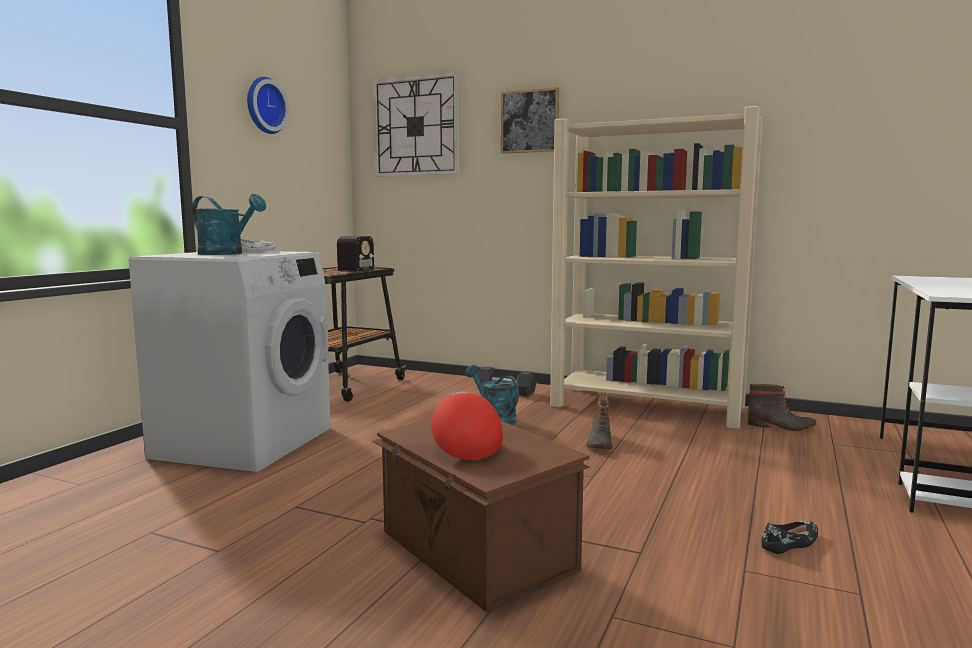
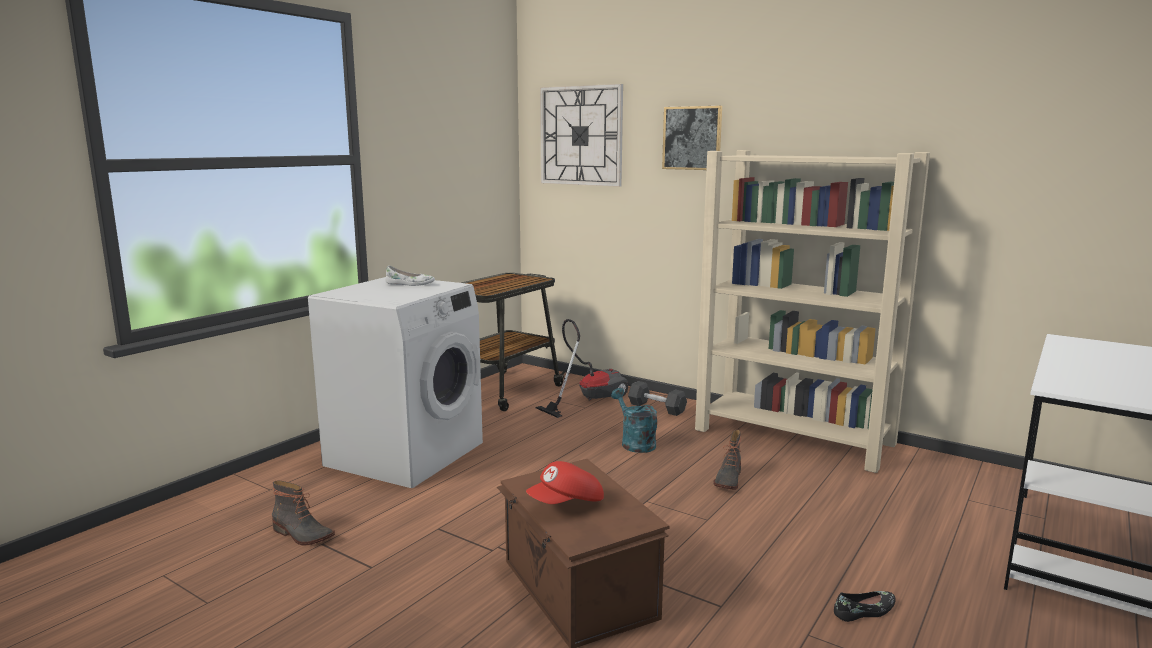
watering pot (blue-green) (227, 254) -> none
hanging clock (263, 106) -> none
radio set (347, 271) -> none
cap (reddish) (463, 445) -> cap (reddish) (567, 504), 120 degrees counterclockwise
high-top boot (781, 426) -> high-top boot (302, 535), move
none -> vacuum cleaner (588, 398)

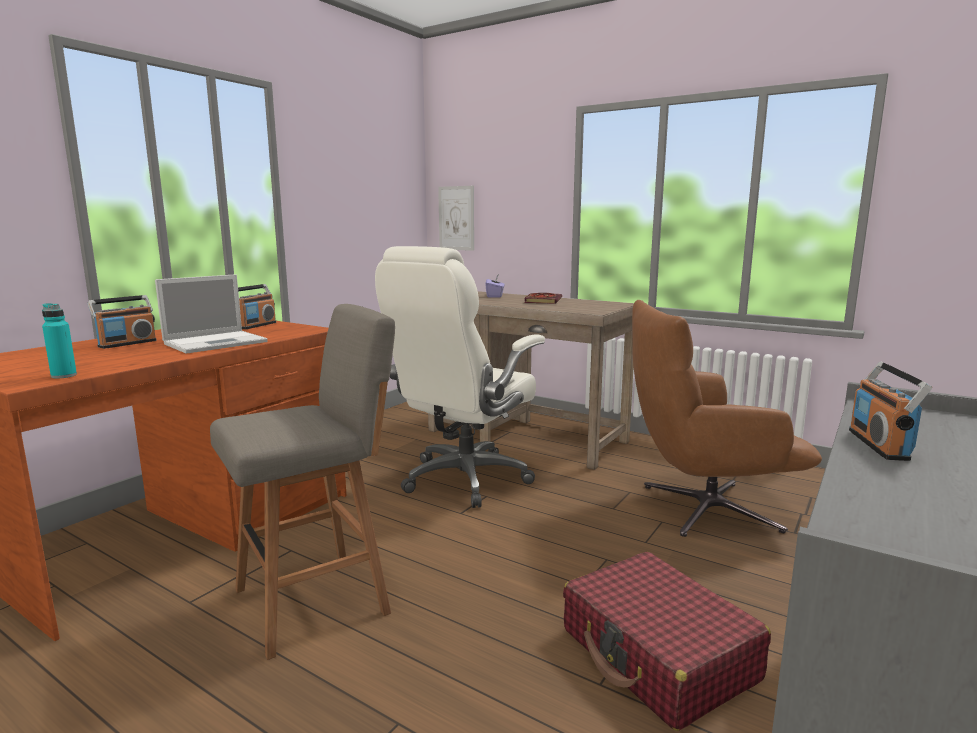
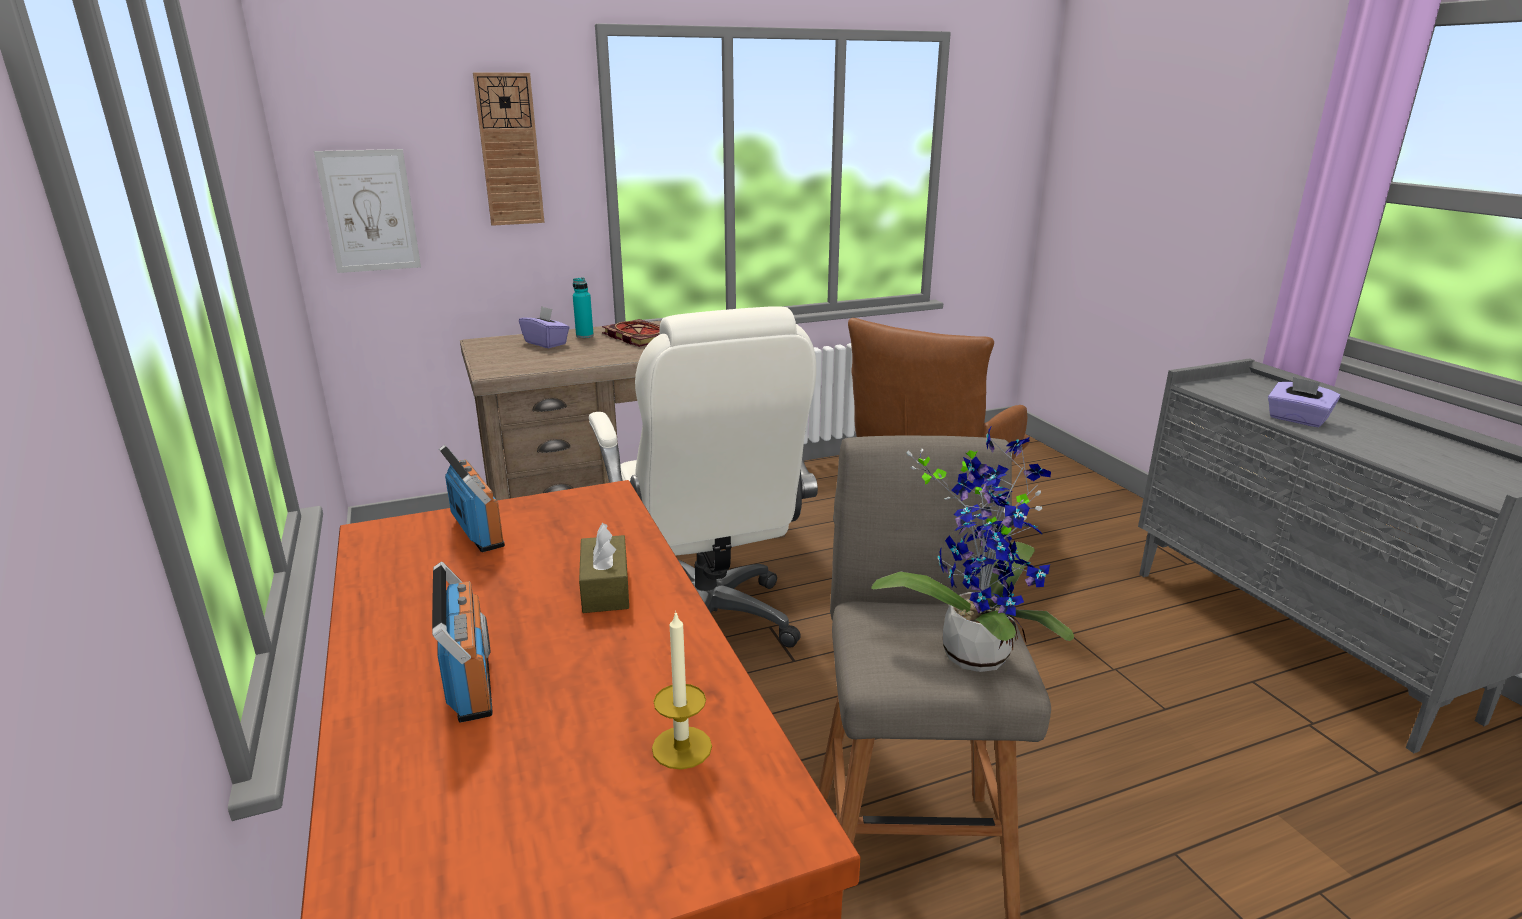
drink bottle (blue-green) (64, 376) -> drink bottle (blue-green) (584, 336), move
notebook computer (217, 342) -> tissue box (brown-coloured) (605, 588)
suitcase (reddish) (658, 655) -> none
radio set (879, 445) -> tissue box (purple-coloured) (1297, 419)
none -> hanging clock (509, 150)
none -> wax candle (682, 747)
none -> potted plant (975, 649)

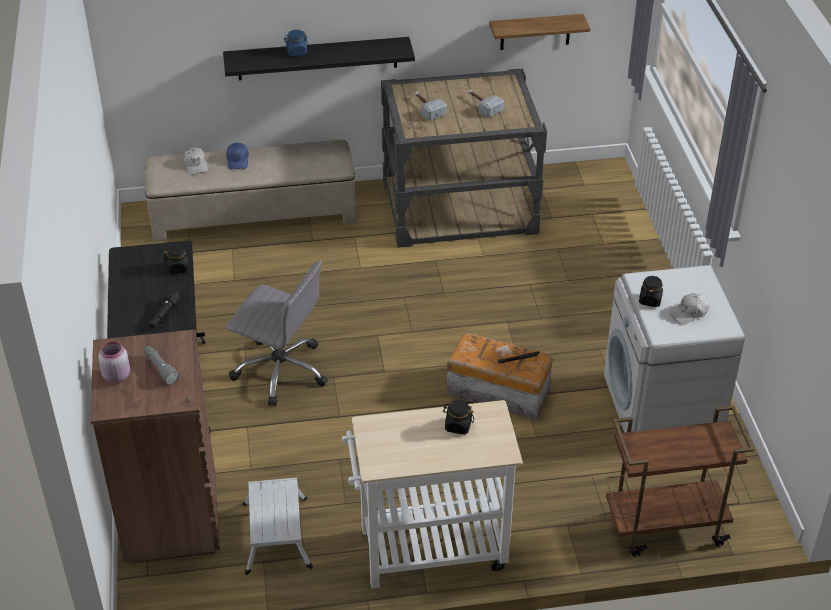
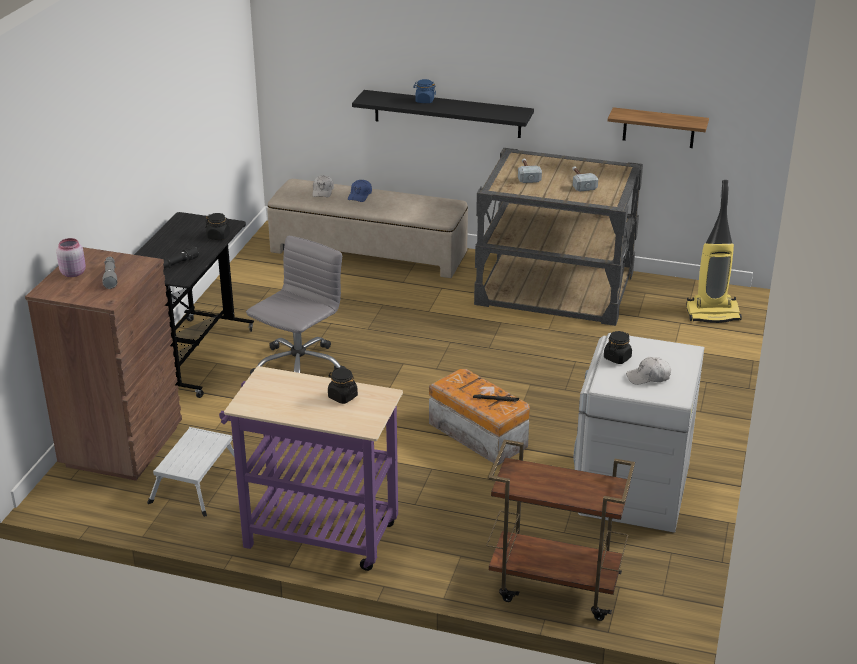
office chair (grey) (281, 371) -> office chair (grey) (299, 367), 105 degrees counterclockwise
cart (white) (430, 550) -> cart (purple-coloured) (318, 535)
none -> vacuum cleaner (713, 313)

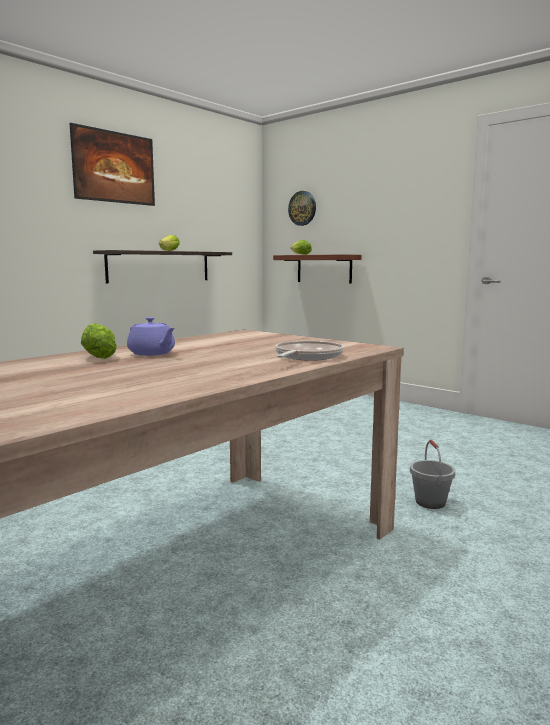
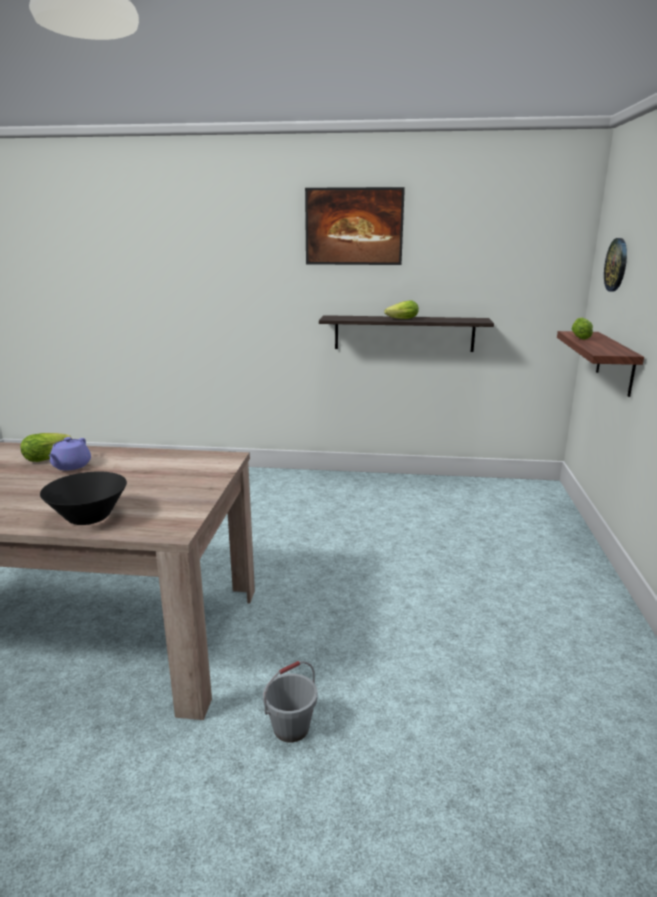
skillet (306, 357) -> bowl (black-coloured) (88, 517)

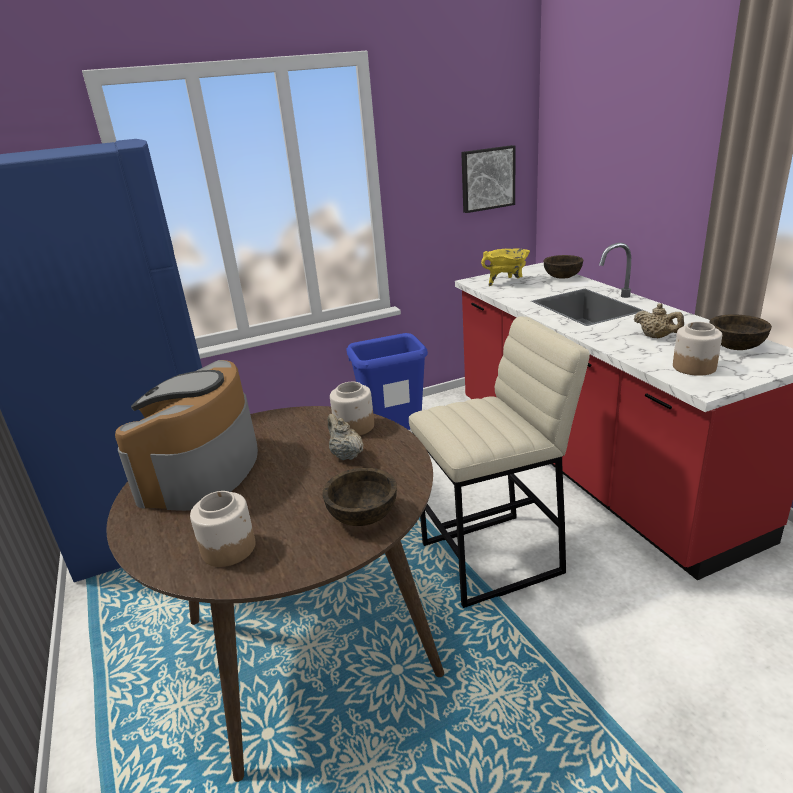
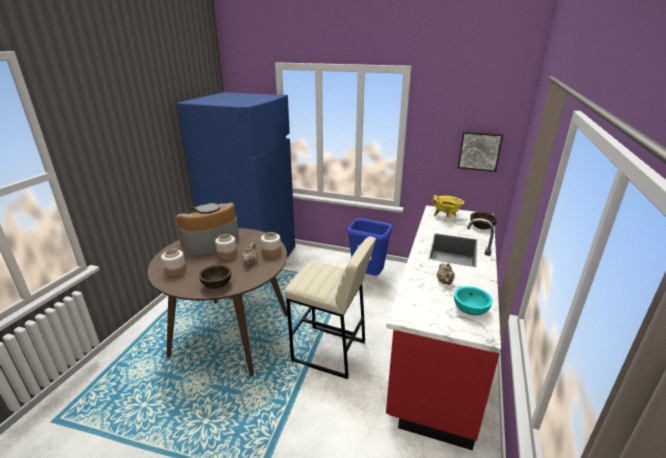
preserve jar (693, 367) -> preserve jar (227, 255), move
bowl (brown-coloured) (735, 346) -> bowl (blue-green) (470, 310)

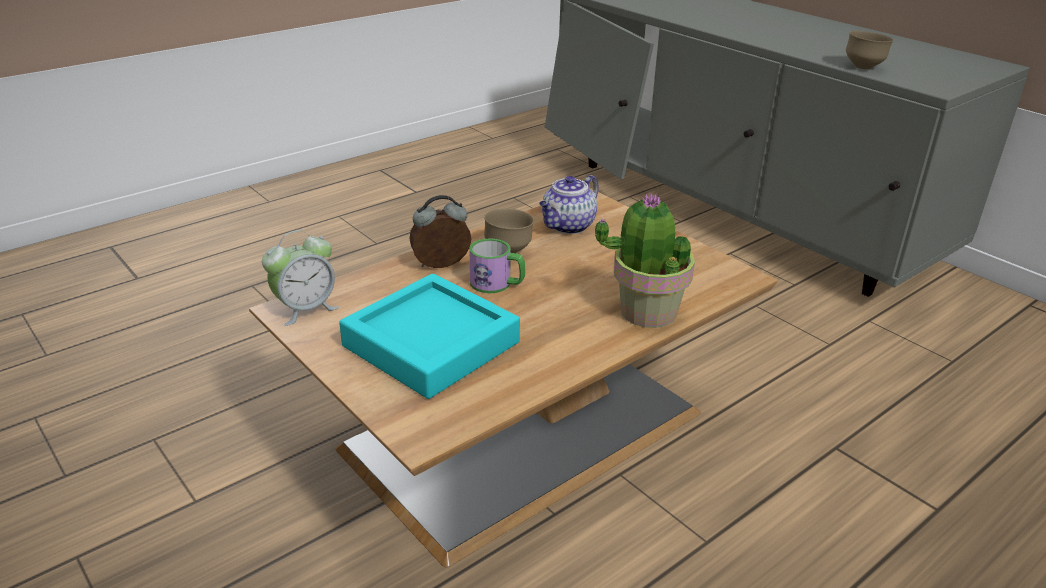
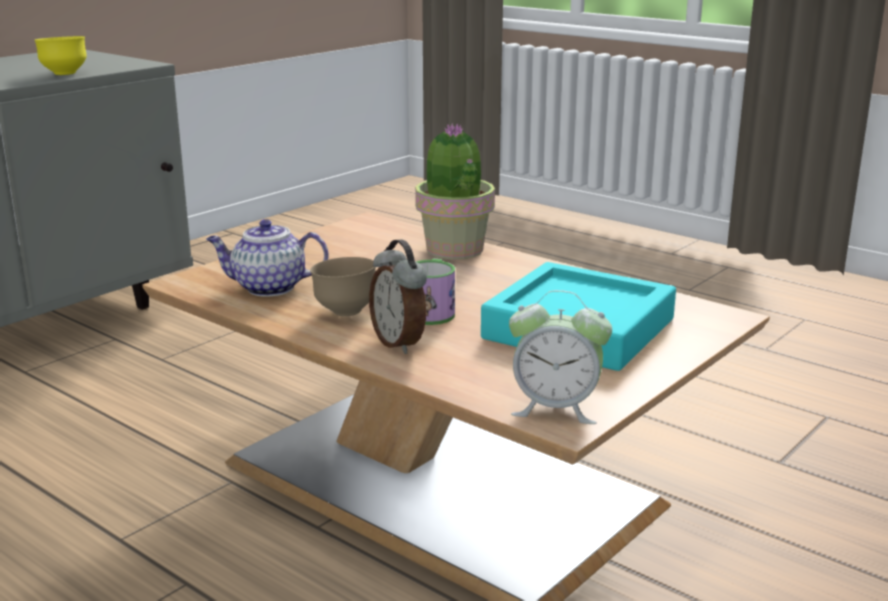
bedside clock (305, 309) -> bedside clock (556, 408), 150 degrees clockwise
tea pot (568, 226) -> tea pot (268, 288), 150 degrees clockwise
bowl (brown-coloured) (864, 67) -> bowl (yellow) (64, 74)

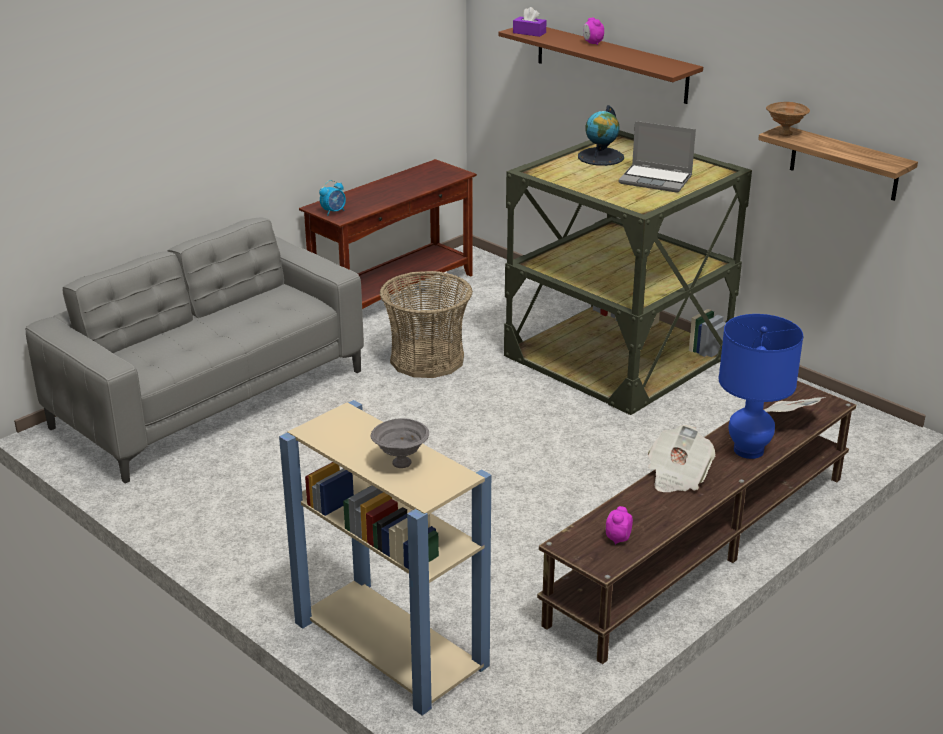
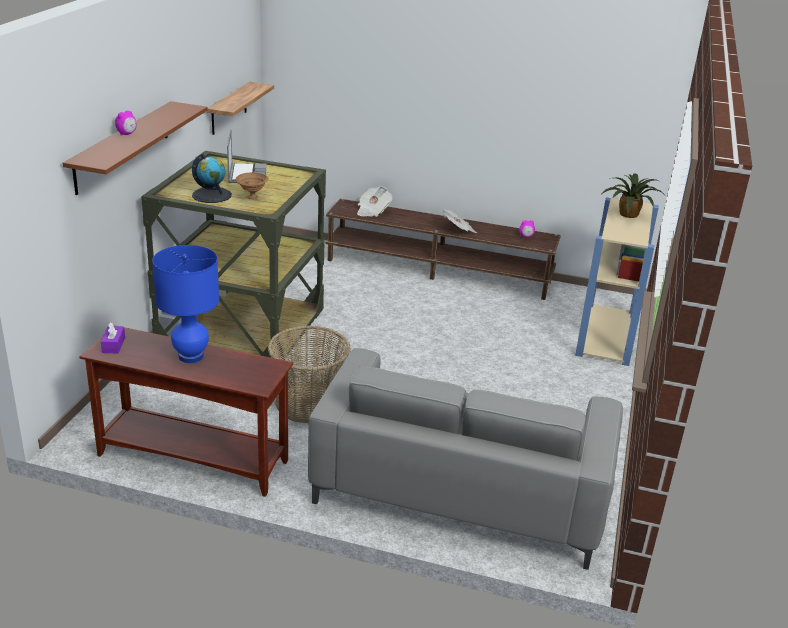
bedside clock (334, 212) -> none
bowl (grey) (400, 463) -> potted plant (629, 215)
tissue box (purple-coloured) (529, 33) -> tissue box (purple-coloured) (113, 345), move
table lamp (blue) (748, 450) -> table lamp (blue) (191, 356), move
bowl (brown-coloured) (784, 133) -> bowl (brown-coloured) (252, 197), move

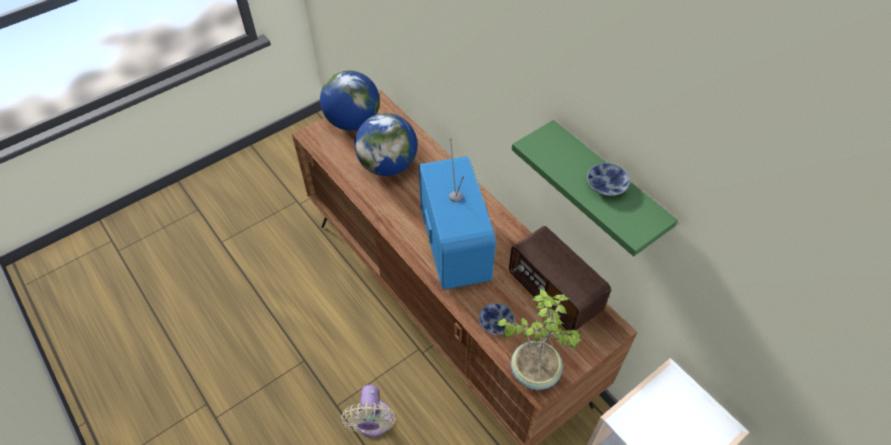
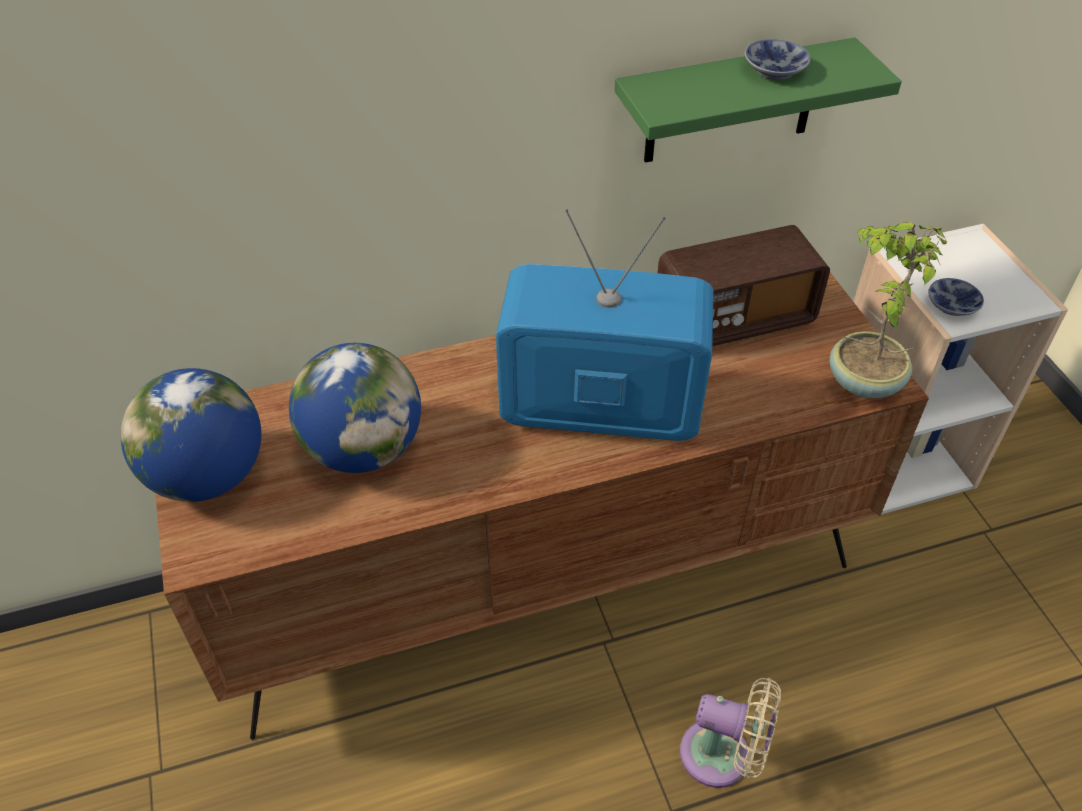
bowl (494, 323) -> bowl (953, 307), move

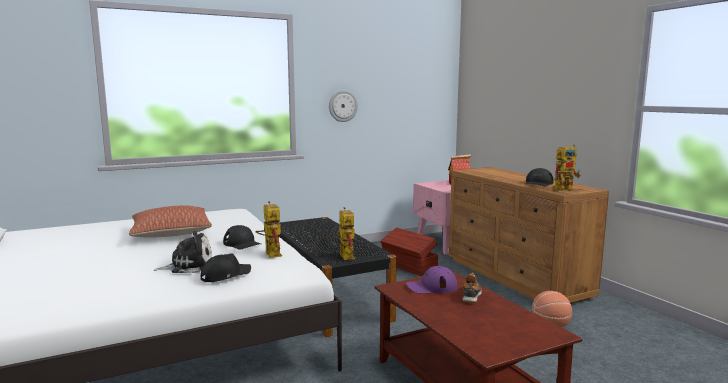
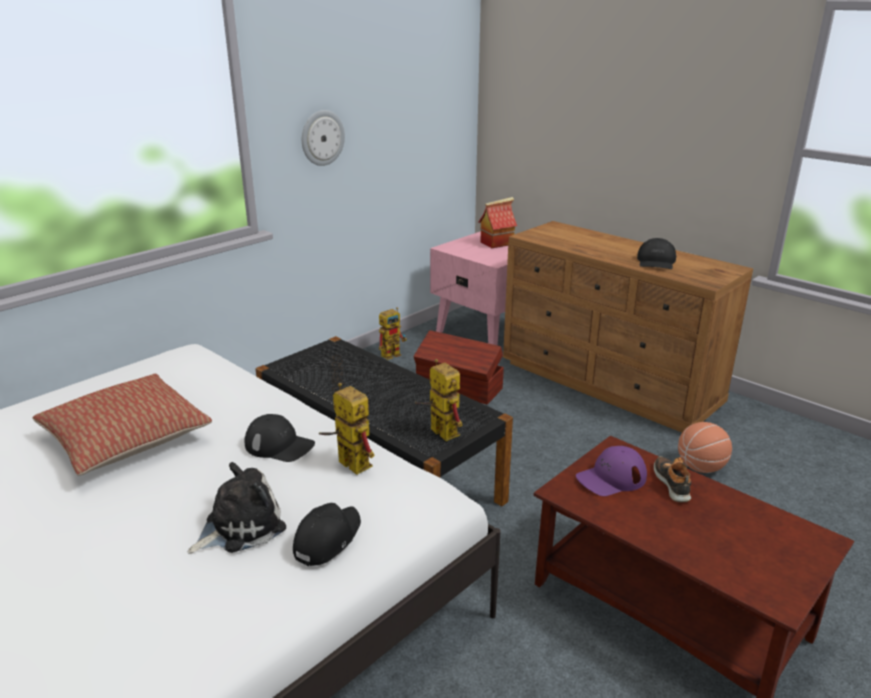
robot figure (566, 189) -> robot figure (393, 353), move

